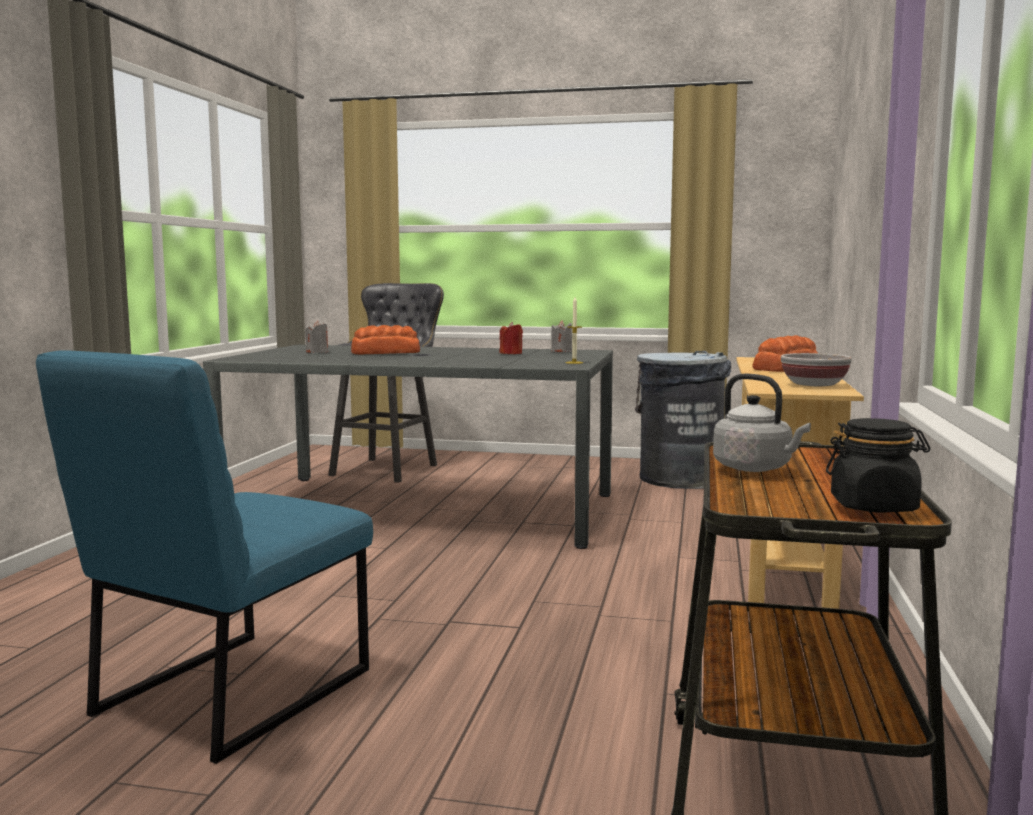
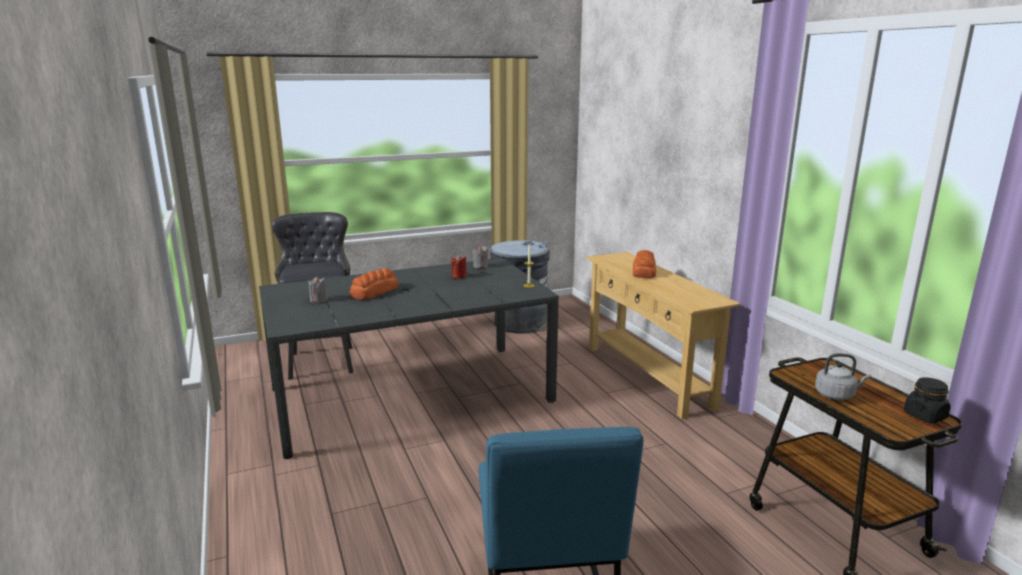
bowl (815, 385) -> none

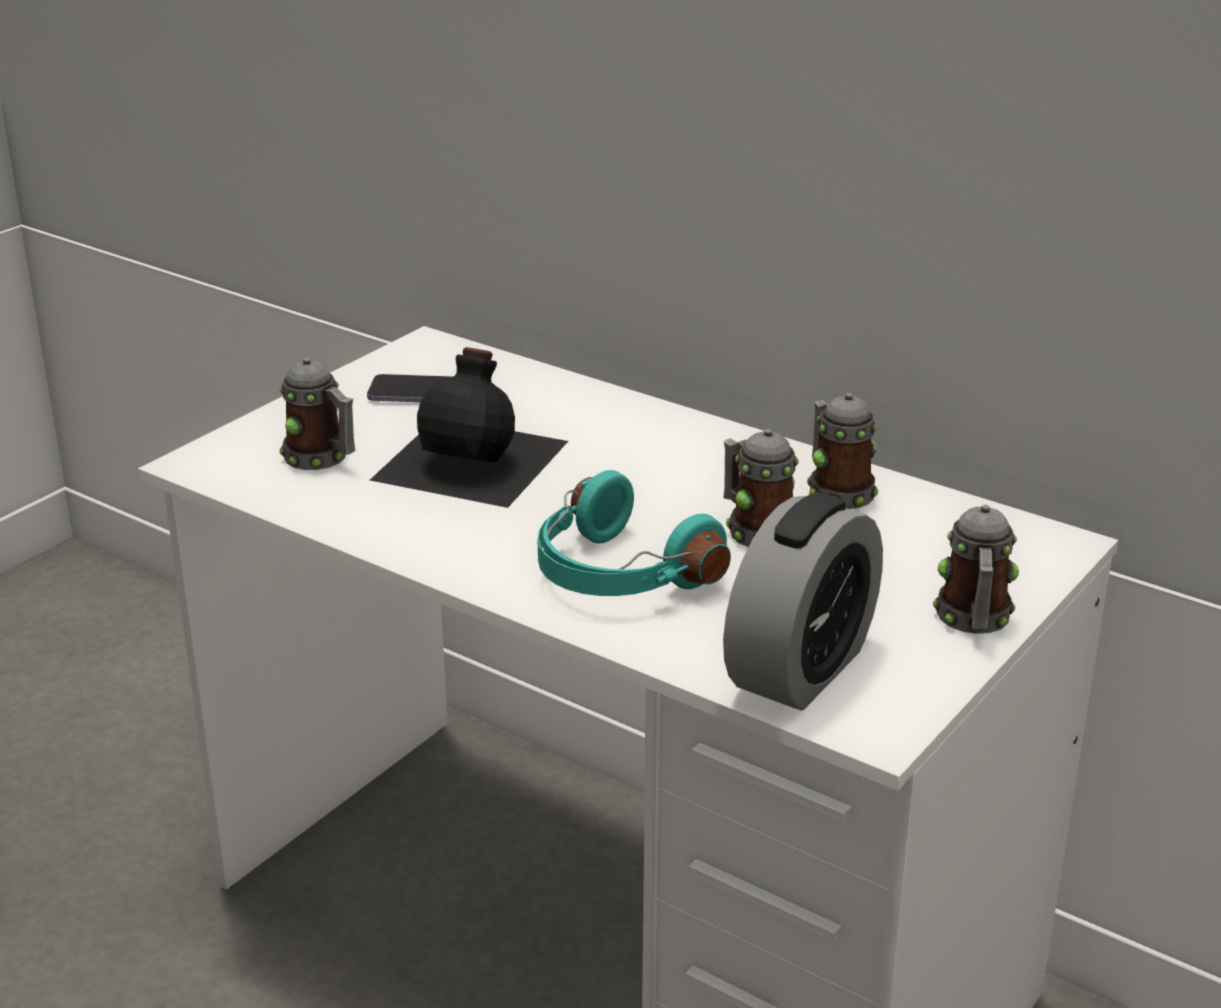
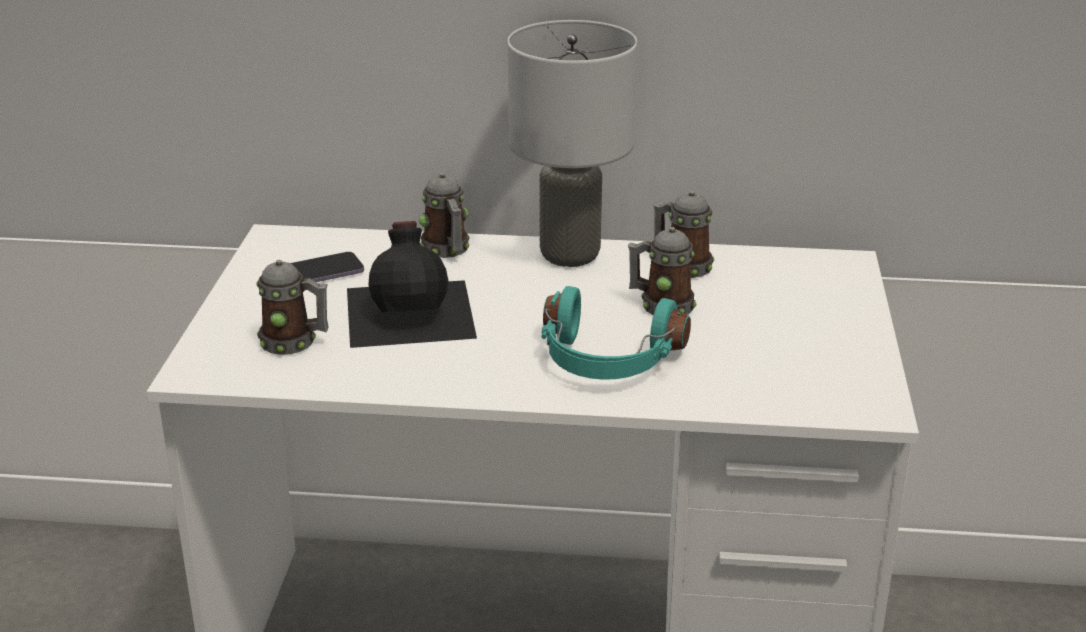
bedside clock (801, 669) -> none
coffee mug (973, 621) -> coffee mug (447, 251), move
none -> table lamp (white) (571, 254)

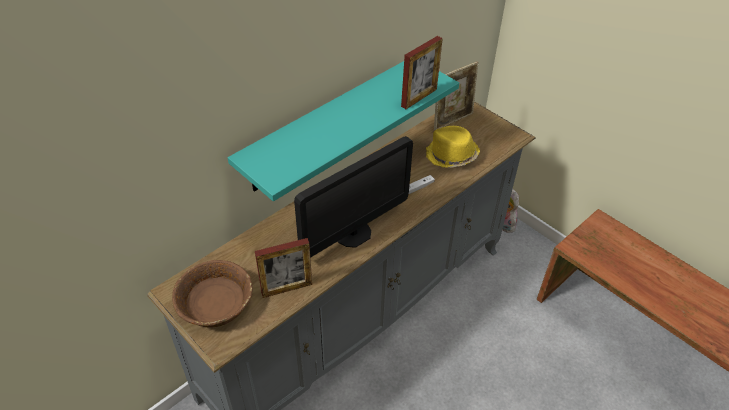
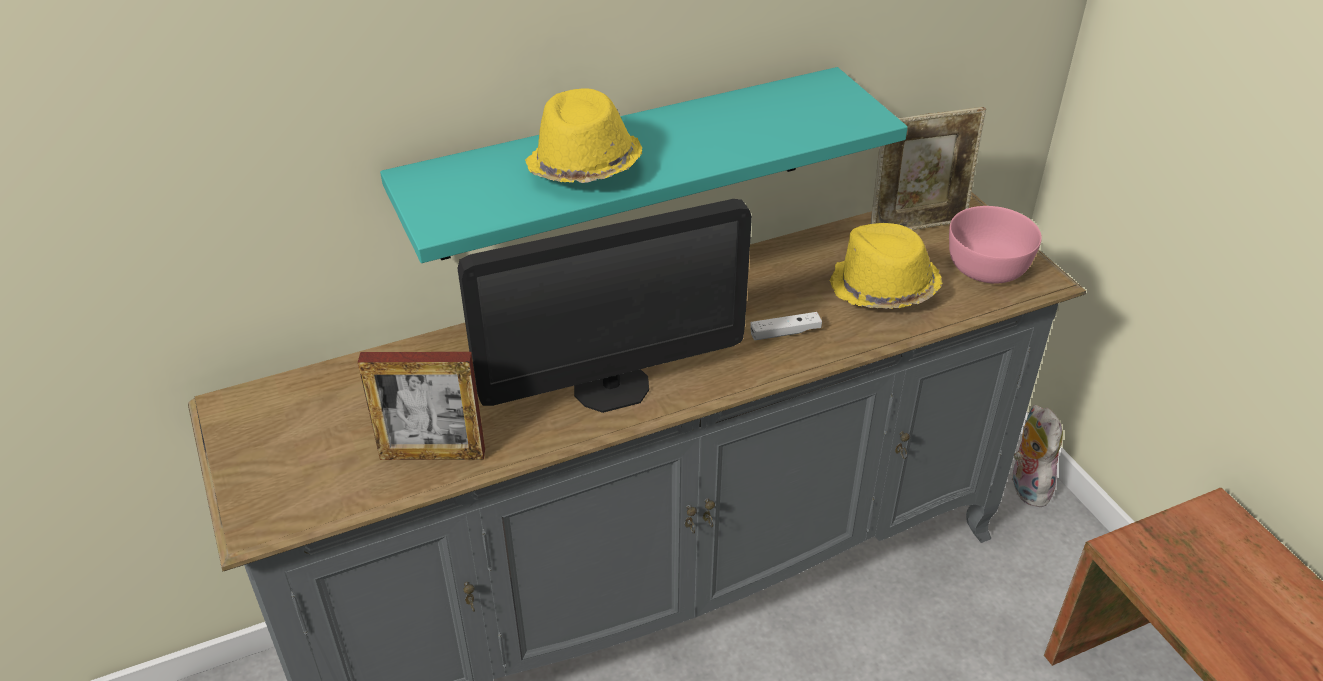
bowl (brown-coloured) (215, 304) -> none
picture frame (419, 98) -> none
none -> hat (yellow) (584, 168)
none -> bowl (pink) (986, 267)

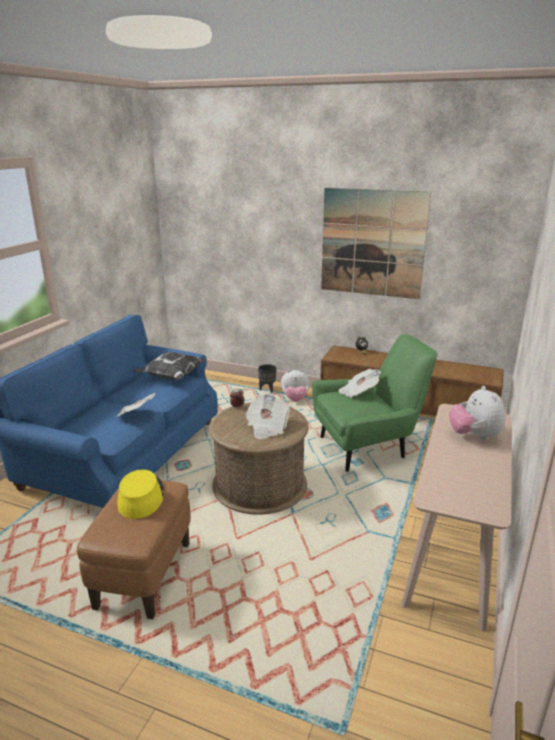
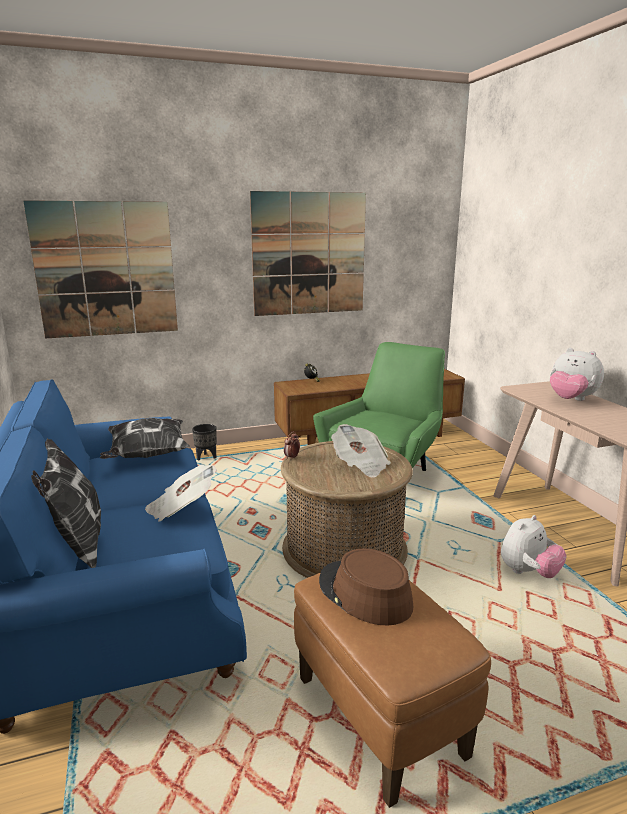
hat (yellow) (141, 497) -> hat (brown-coloured) (364, 593)
cuddly toy (295, 399) -> cuddly toy (528, 573), move
printed paper (358, 392) -> none
none -> wall art (106, 270)
none -> throw pillow (76, 547)

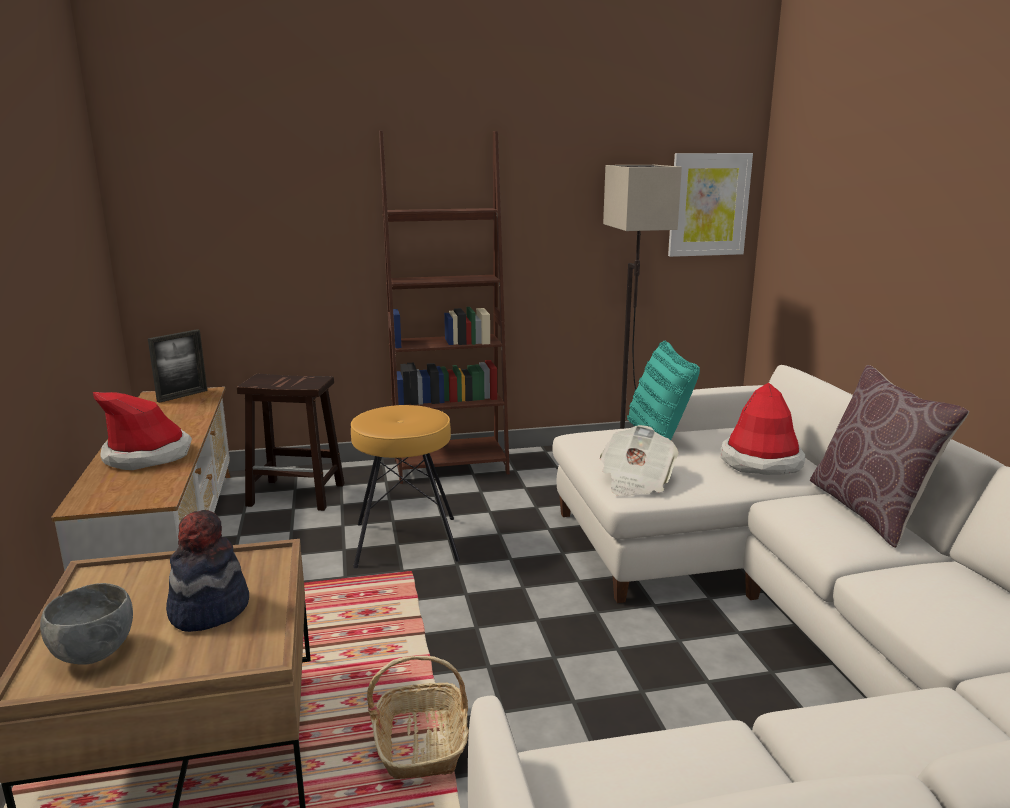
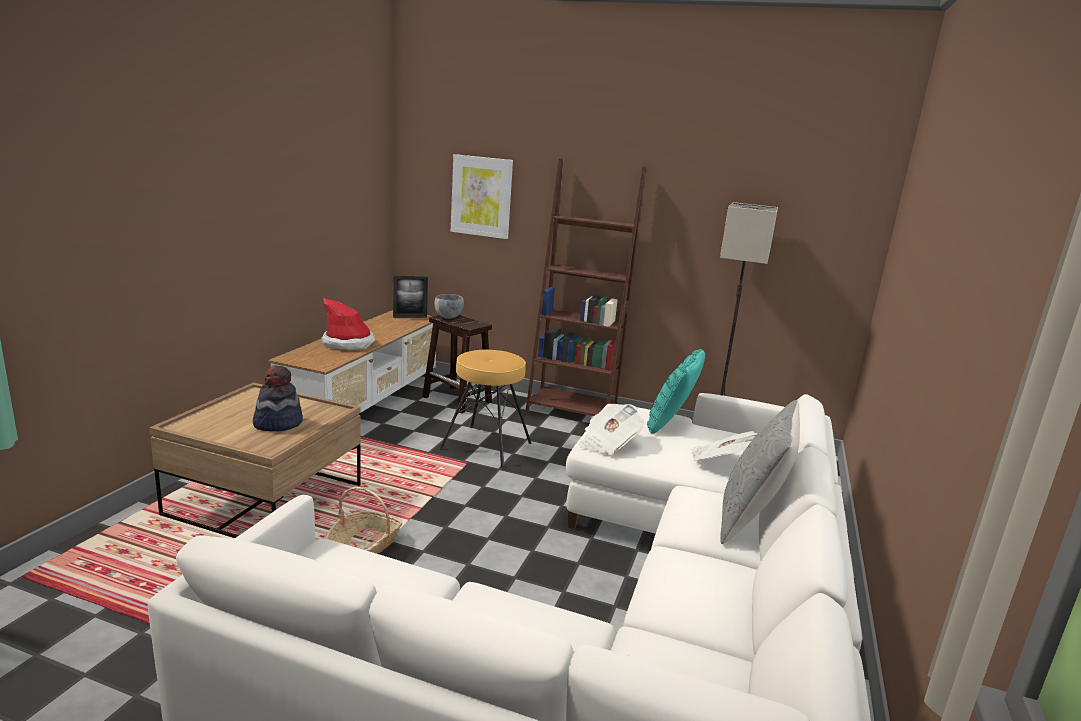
bowl (grey) (93, 653) -> bowl (grey) (448, 317), move
wall art (708, 205) -> wall art (481, 196), move
hat (761, 462) -> printed paper (720, 461)
throw pillow (brown-coloured) (870, 510) -> throw pillow (grey) (751, 518)

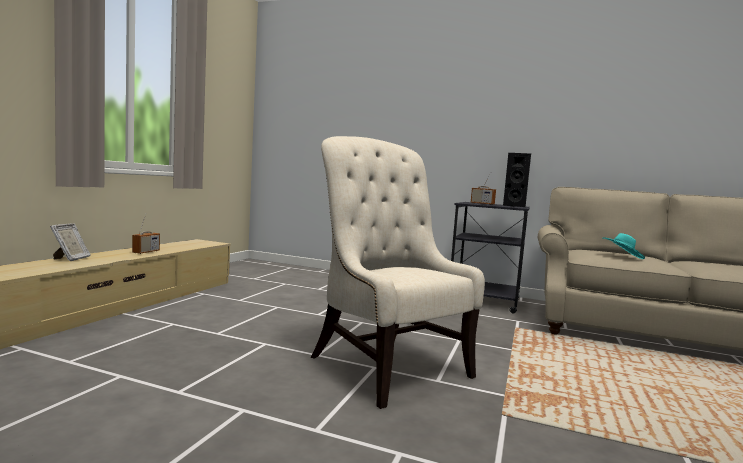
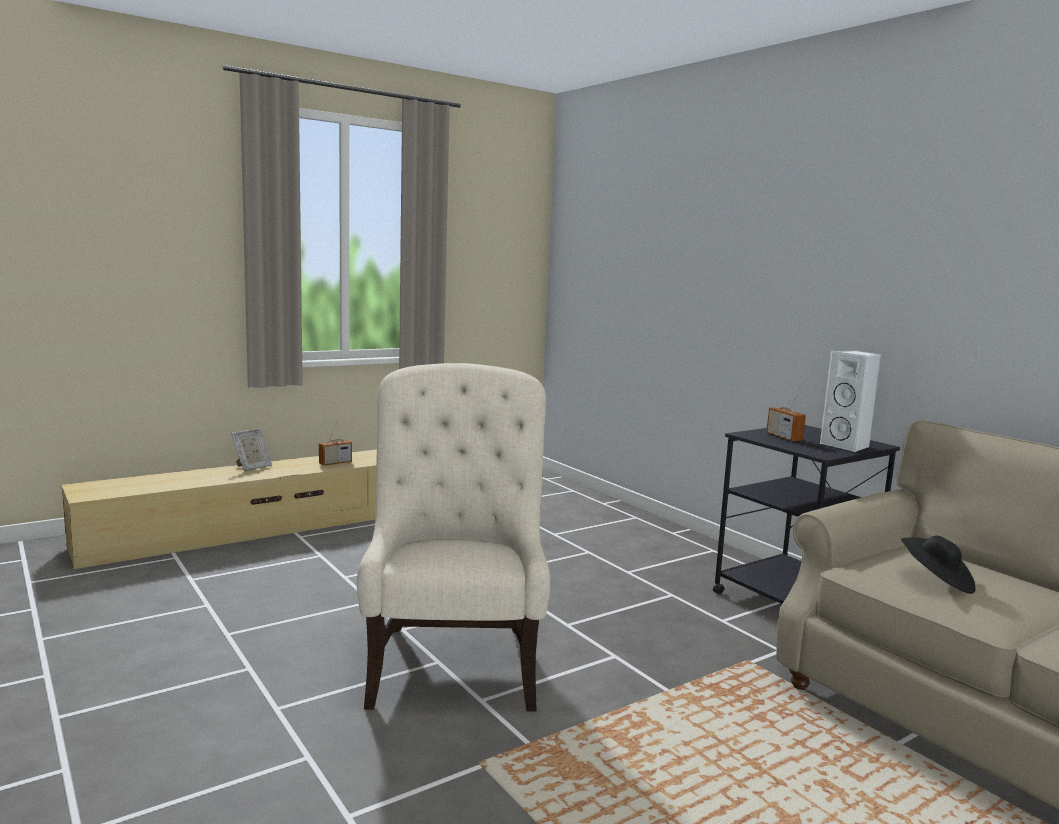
speaker (black-coloured) (514, 206) -> speaker (white) (847, 446)
hat (blue-green) (622, 257) -> hat (black-coloured) (936, 581)

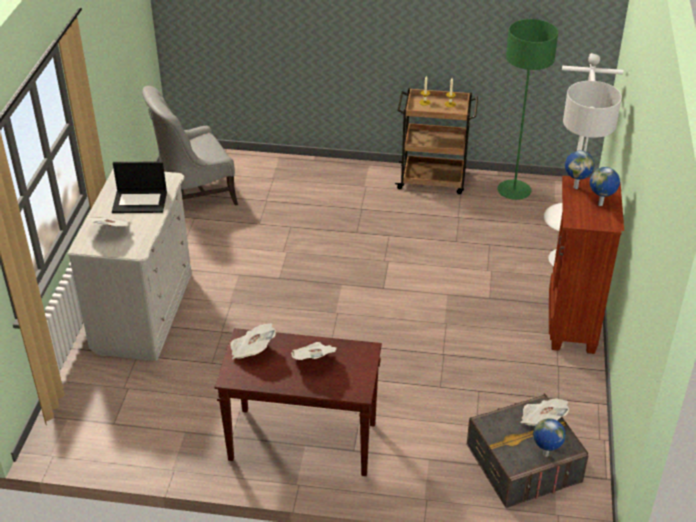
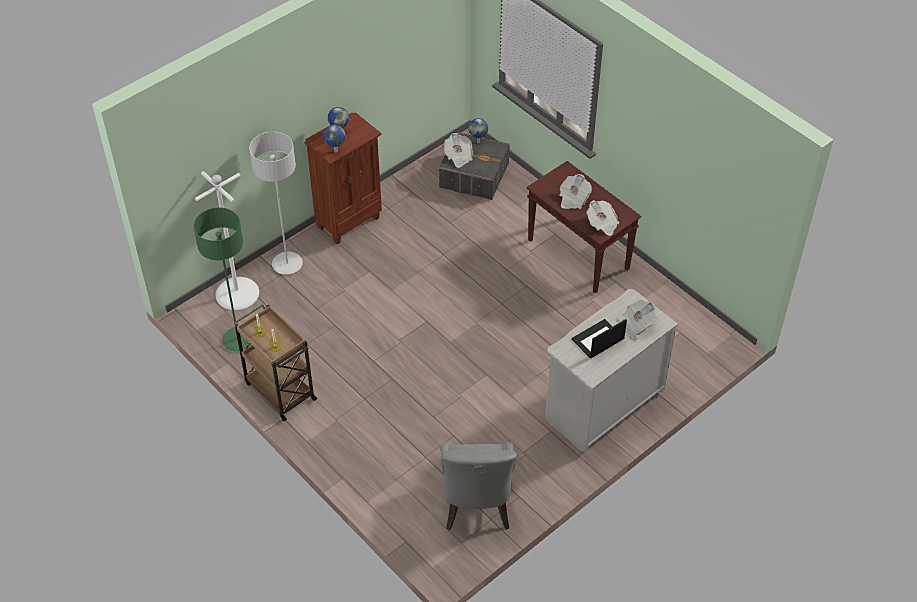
notebook computer (140, 201) -> notebook computer (597, 340), 75 degrees counterclockwise
chair (grey) (194, 196) -> chair (grey) (477, 502), 75 degrees clockwise

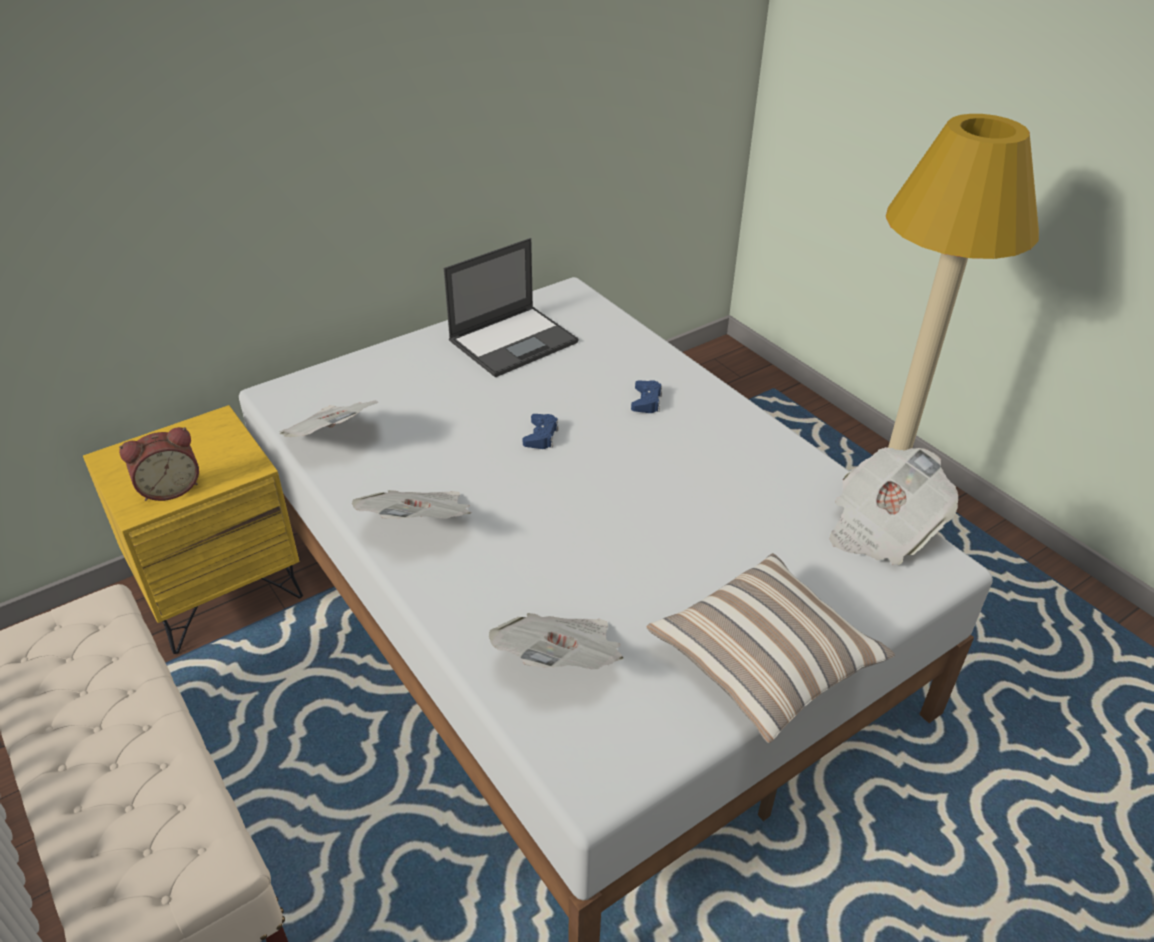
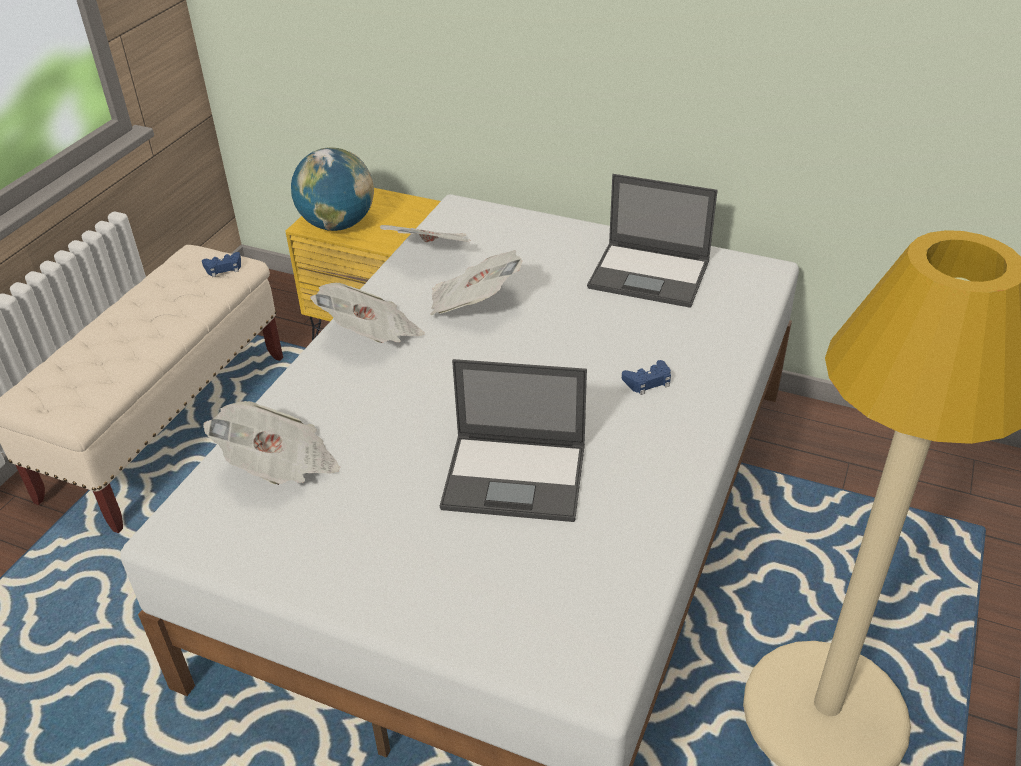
bedside clock (170, 488) -> desk globe (338, 225)
joypad (blue) (541, 436) -> joypad (blue) (223, 268), move
throw pillow (764, 664) -> none
printed paper (882, 528) -> printed paper (473, 304), move
none -> notebook computer (516, 477)

